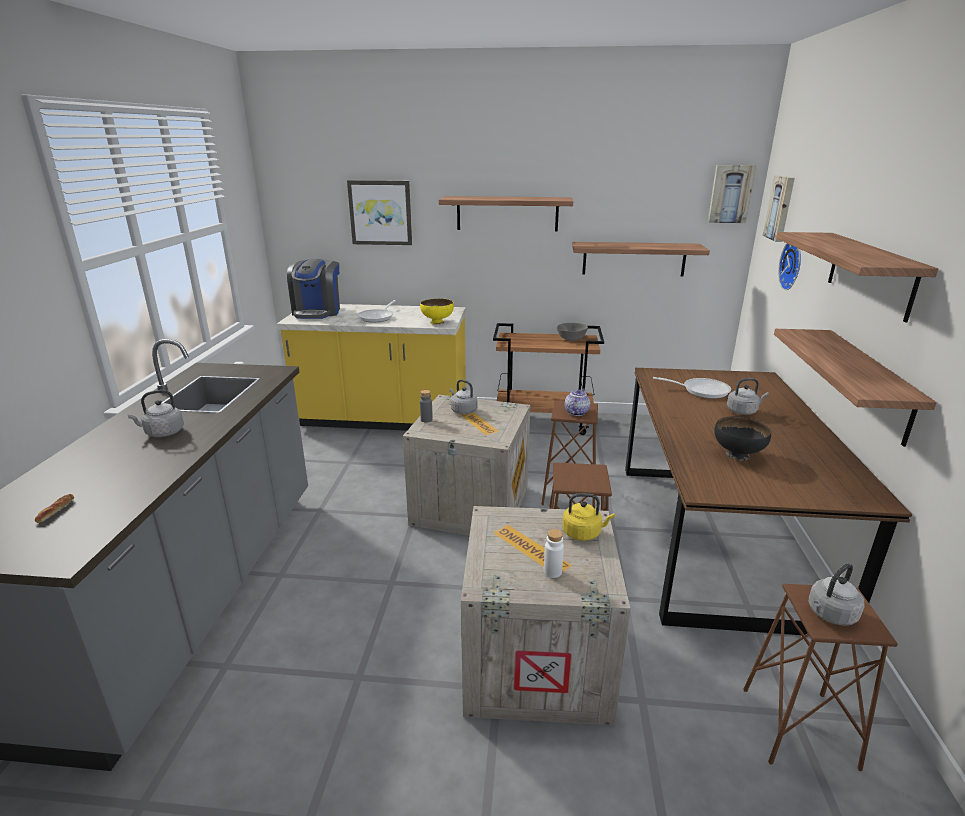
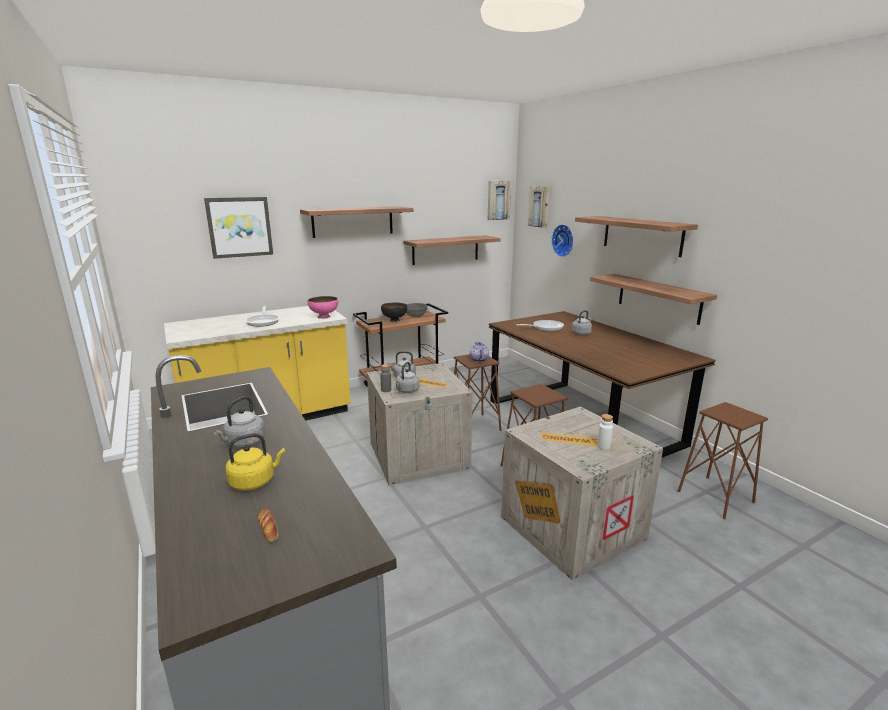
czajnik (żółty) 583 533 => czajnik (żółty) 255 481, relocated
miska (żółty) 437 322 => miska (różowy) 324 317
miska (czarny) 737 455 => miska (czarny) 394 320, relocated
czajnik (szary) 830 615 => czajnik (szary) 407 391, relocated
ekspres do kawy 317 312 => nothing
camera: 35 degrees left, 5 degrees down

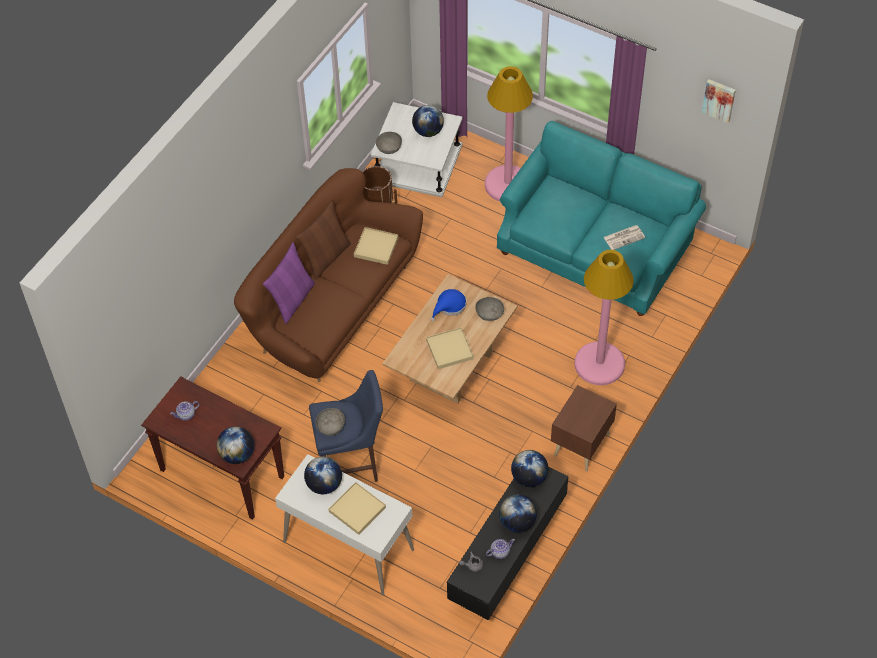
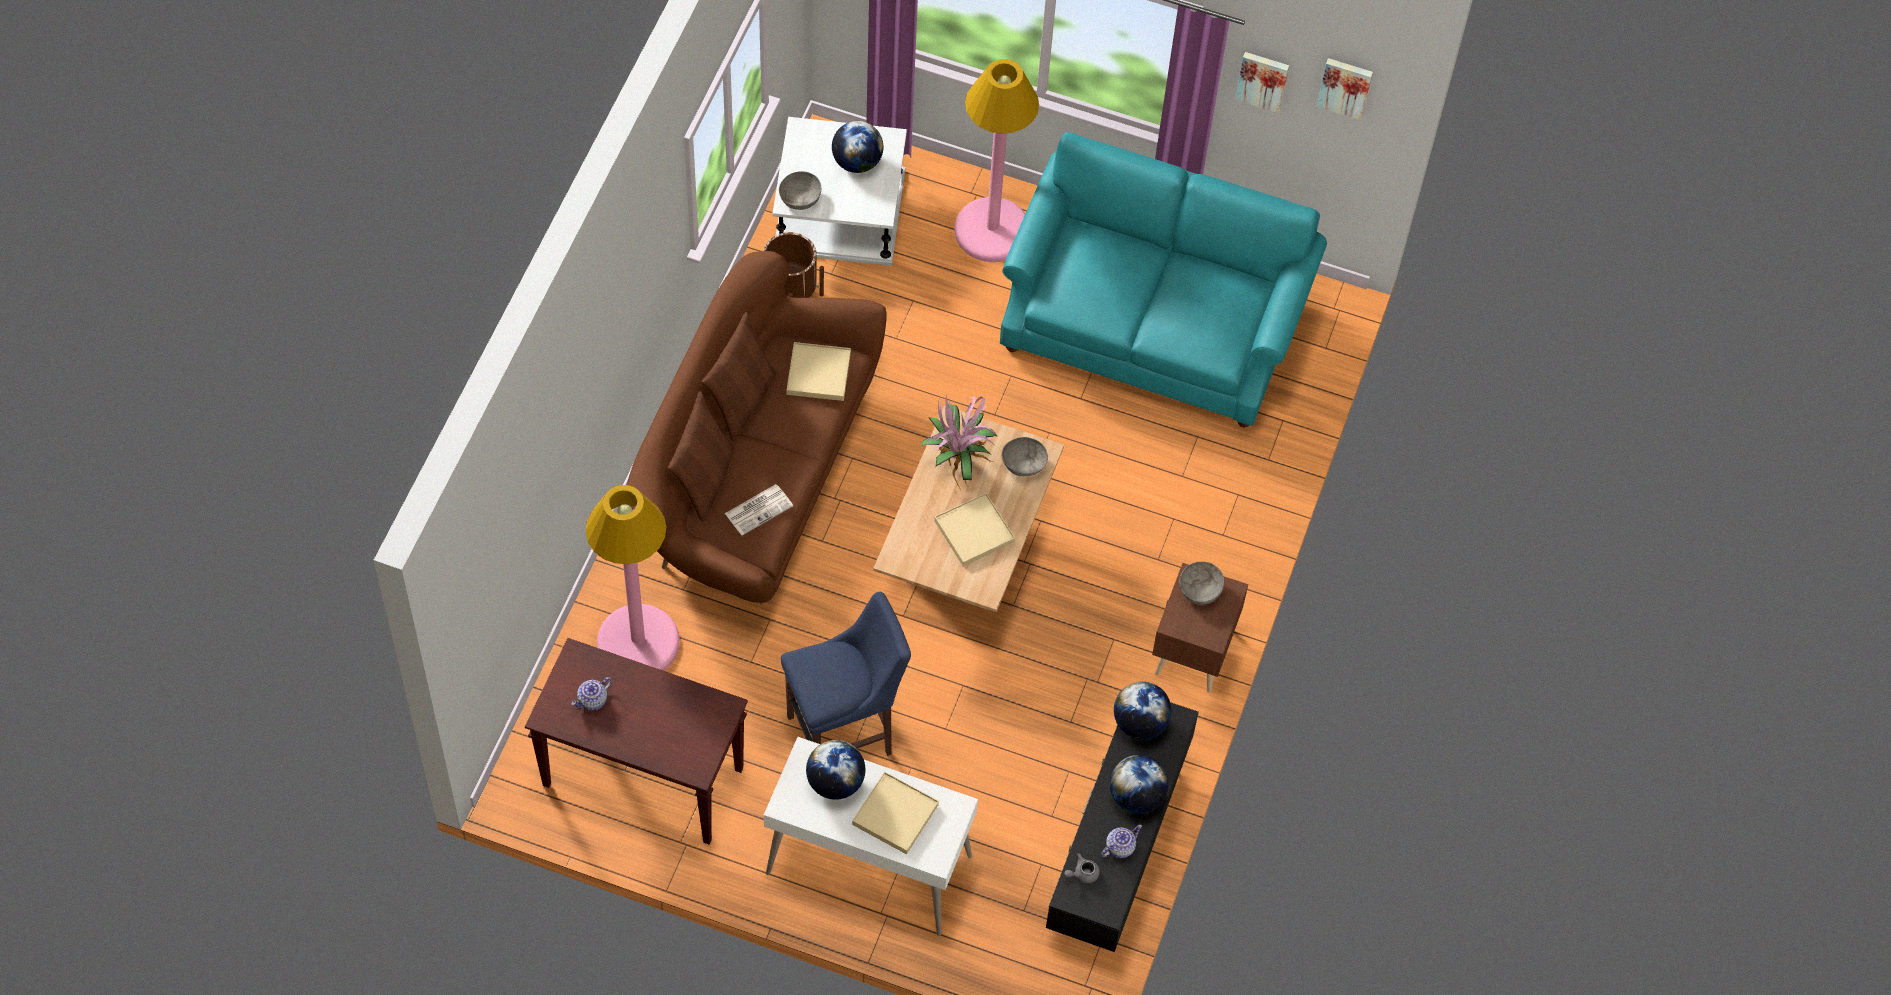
lampa stojąca (różowy) 599 364 => lampa stojąca (różowy) 638 642, relocated
poduszka (fioletowy) 292 300 => poduszka (brązowy) 704 480
gazeta 624 237 => gazeta 759 509, relocated
kapelusz (niebieski) 449 306 => roślina doniczkowa 959 459
miska (szary) 331 426 => miska (szary) 1200 589, relocated
nothing => obraz 1263 80
globus 237 455 => nothing
camera: 15 degrees left, 5 degrees up

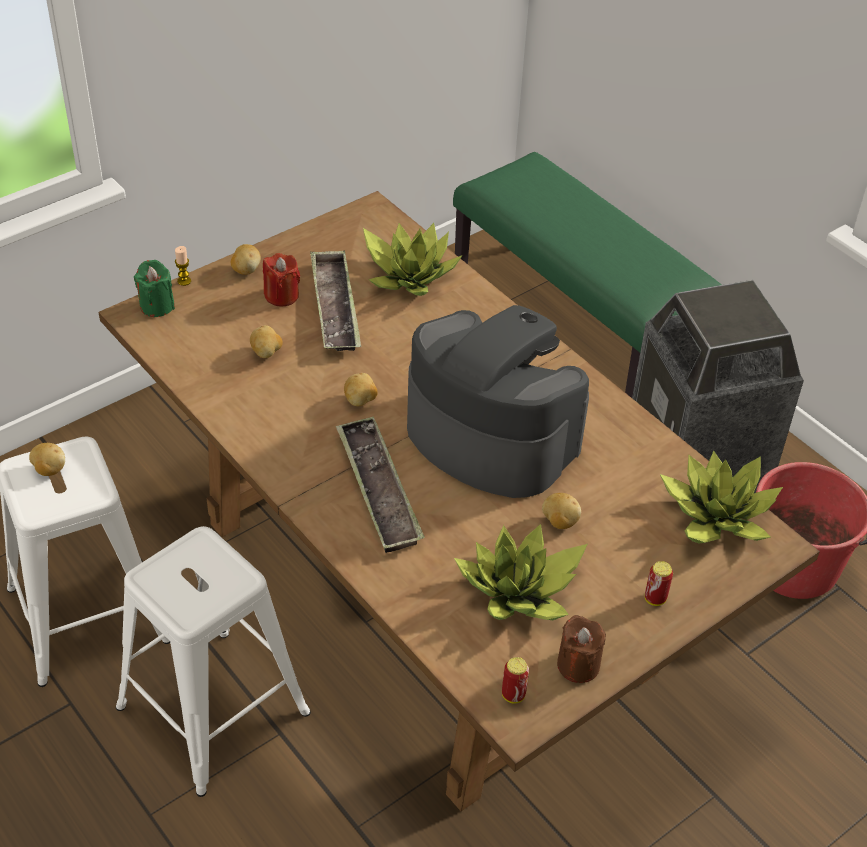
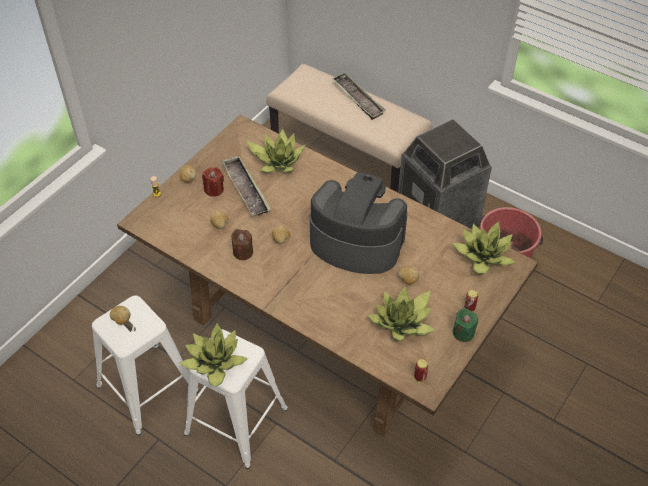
nothing => roślina doniczkowa 215 363
świeca (brązowy) 578 665 => świeca (brązowy) 243 252, relocated
ławka (zielony) 576 323 => ławka (beżowy) 348 154
taca 378 490 => taca 357 99, relocated
świeca (zielony) 157 306 => świeca (zielony) 463 333, relocated
camera: 15 degrees left, 5 degrees up

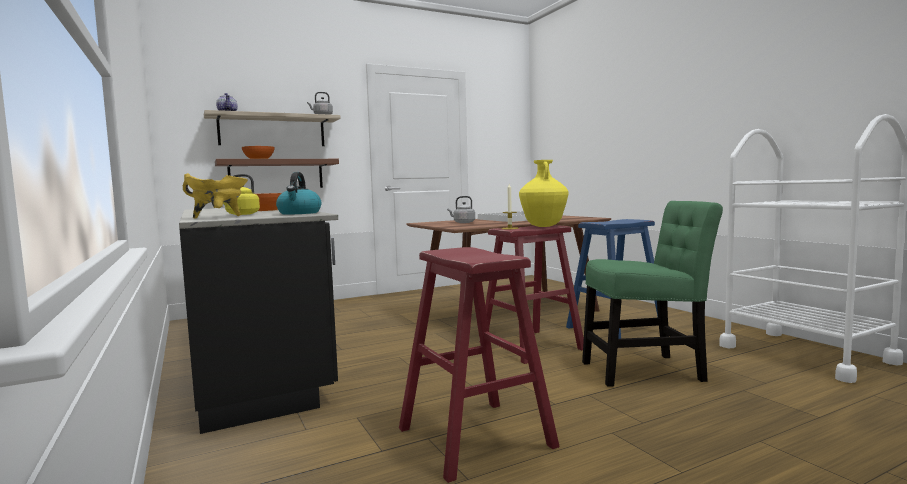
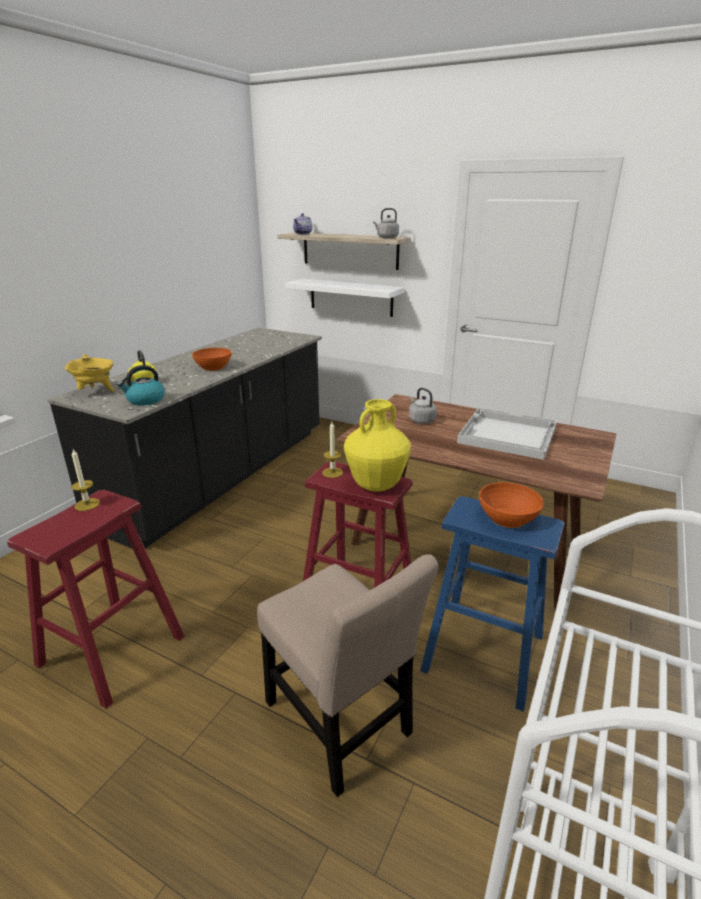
nothing => świeca 87 504
krzesło (zielony) 647 370 => krzesło (beżowy) 341 724
półka (brązowy) 276 174 => półka (biały) 351 297
miska (pomarańczowy) 259 159 => miska (pomarańczowy) 508 518, relocated
camera: 55 degrees right, 20 degrees up

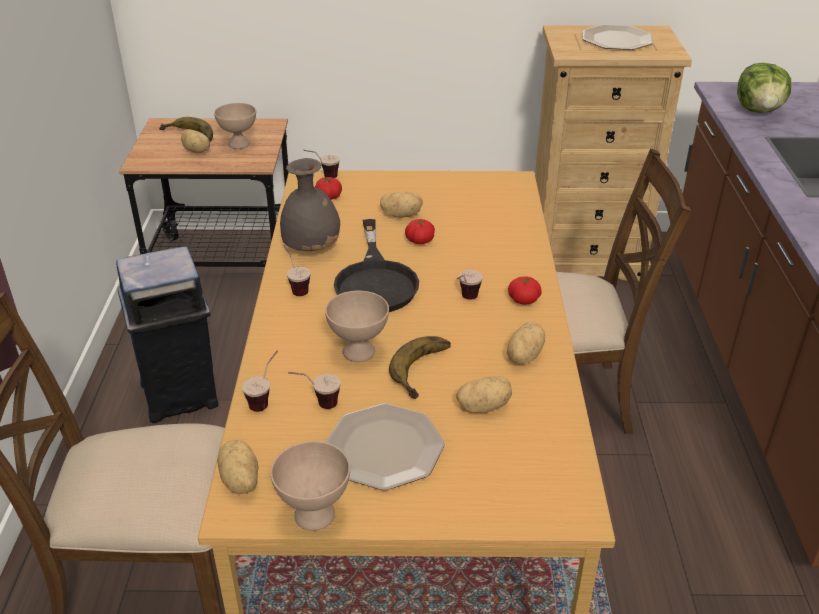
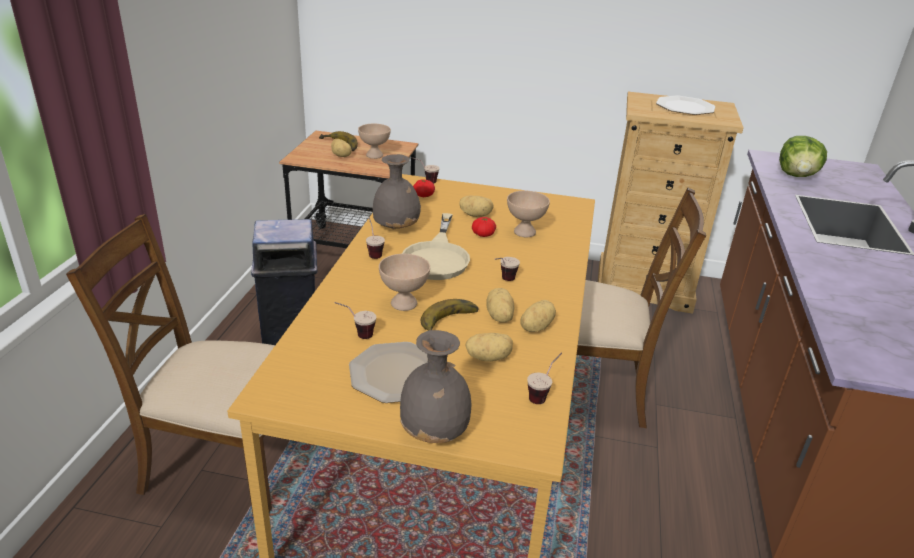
nothing => wazon (szary) 435 433
patelnia (czarny) 376 280 => patelnia (beżowy) 437 256
ziemniak 239 481 => ziemniak 498 317, relocated
miska (beżowy) 315 516 => miska (beżowy) 525 232, relocated
filiżanka 265 399 => filiżanka 543 394, relocated
pomidor 523 300 => nothing
camera: 10 degrees right, 5 degrees down

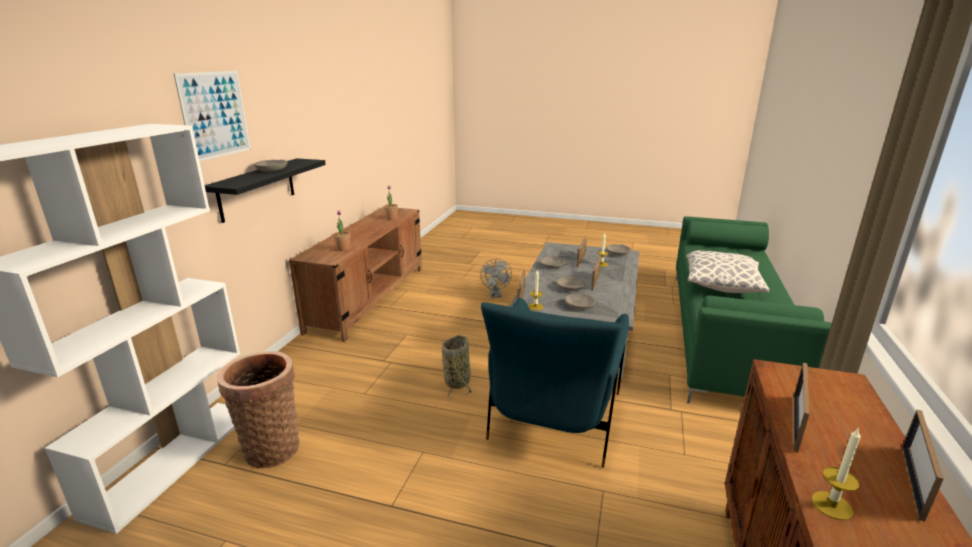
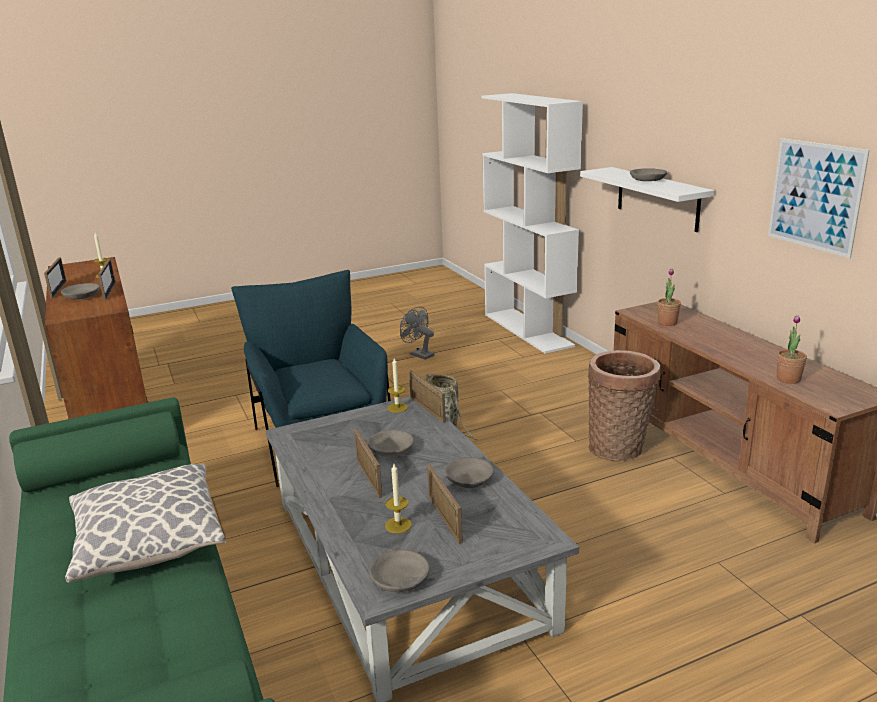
miska (szary) 579 305 => miska (szary) 82 296, relocated
wentylator (szary) 495 295 => wentylator (szary) 418 354, relocated
półka (czarny) 257 189 => półka (biały) 657 198
koszyk 271 447 => koszyk 619 448, relocated
obraz 215 115 => obraz 815 196, relocated
camera: 140 degrees right, 0 degrees up

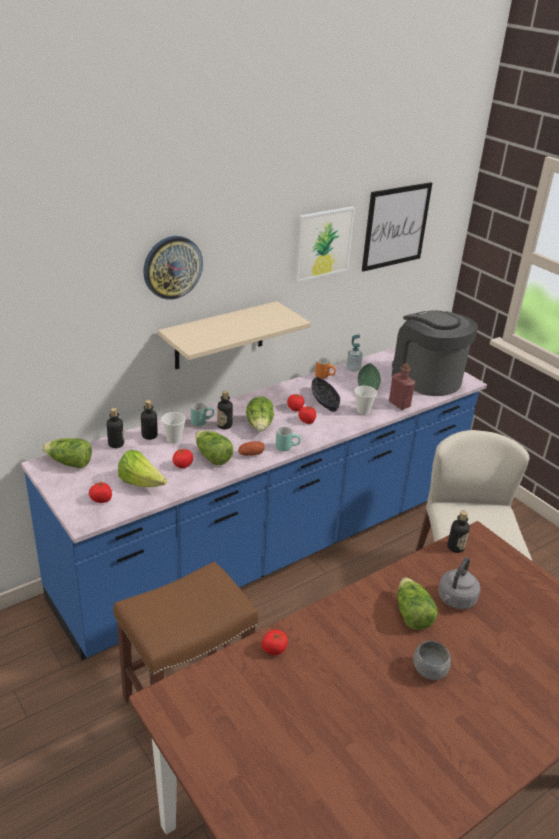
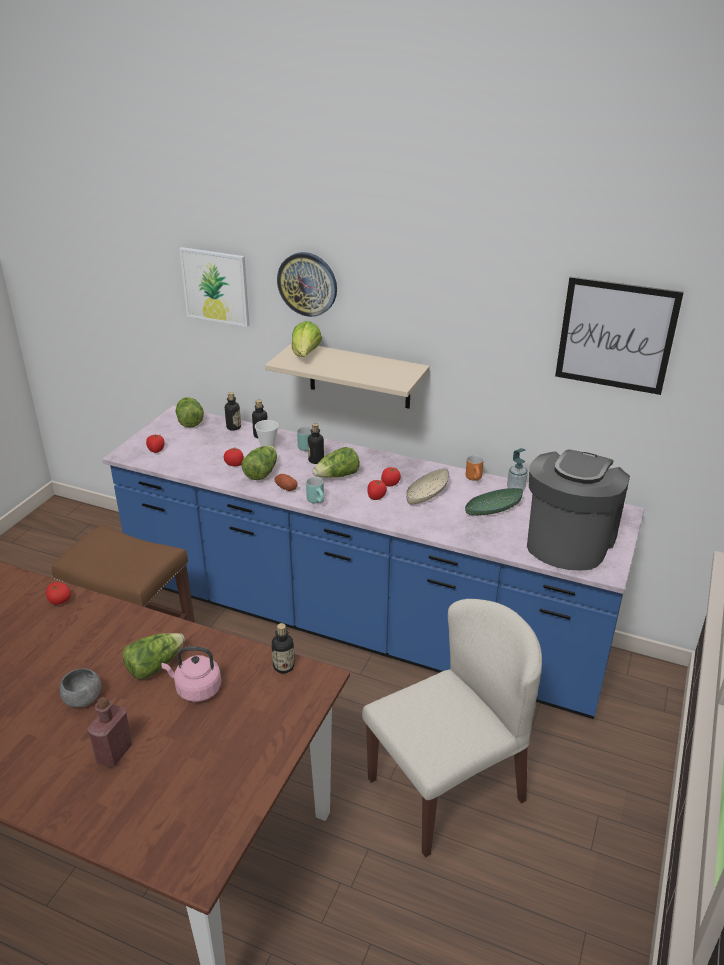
butelka (czerwony) 399 404 => butelka (czerwony) 114 753, relocated
czajnik (szary) 455 600 => czajnik (różowy) 196 689
obraz 323 243 => obraz 216 286, relocated
sałata 141 483 => sałata 305 355, relocated
miska (czarny) 325 401 => miska (beżowy) 427 494
filiżanka 363 411 => nothing
camera: 60 degrees right, 0 degrees up

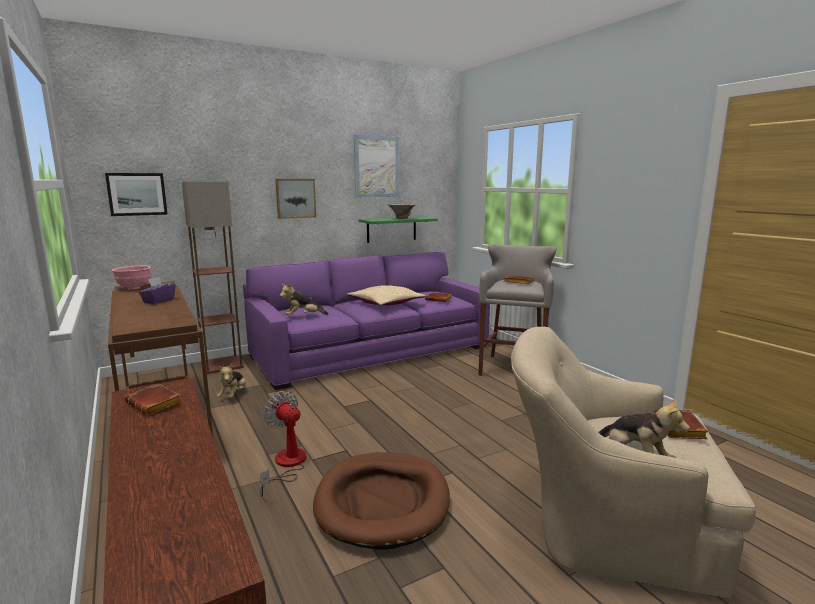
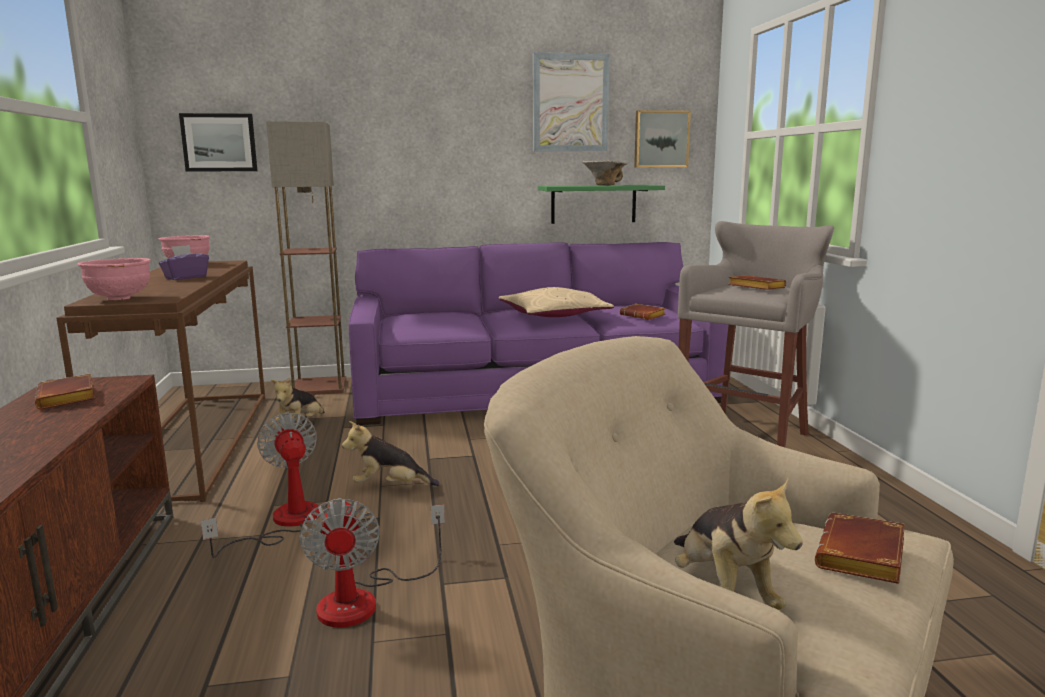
nothing => miska (różowy) 120 298
legowisko (brązowy) 382 502 => wentylator 365 599
pluszak 303 317 => pluszak 390 486, relocated
obraz 295 198 => obraz 661 139, relocated
camera: 20 degrees right, 0 degrees up

